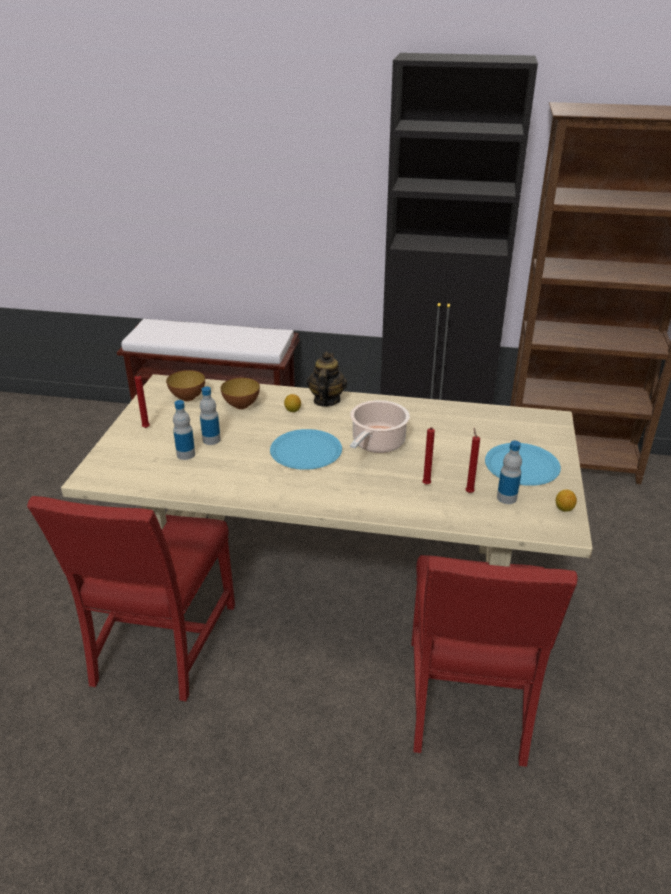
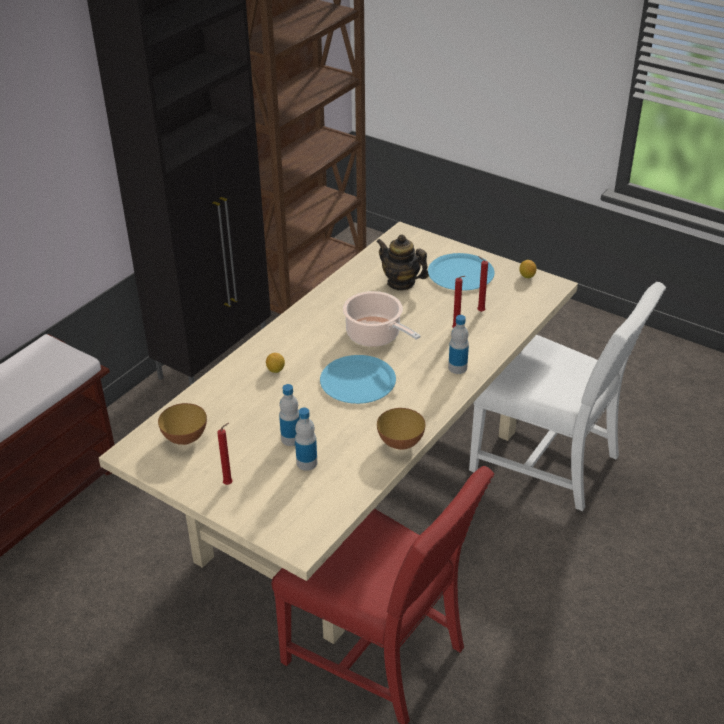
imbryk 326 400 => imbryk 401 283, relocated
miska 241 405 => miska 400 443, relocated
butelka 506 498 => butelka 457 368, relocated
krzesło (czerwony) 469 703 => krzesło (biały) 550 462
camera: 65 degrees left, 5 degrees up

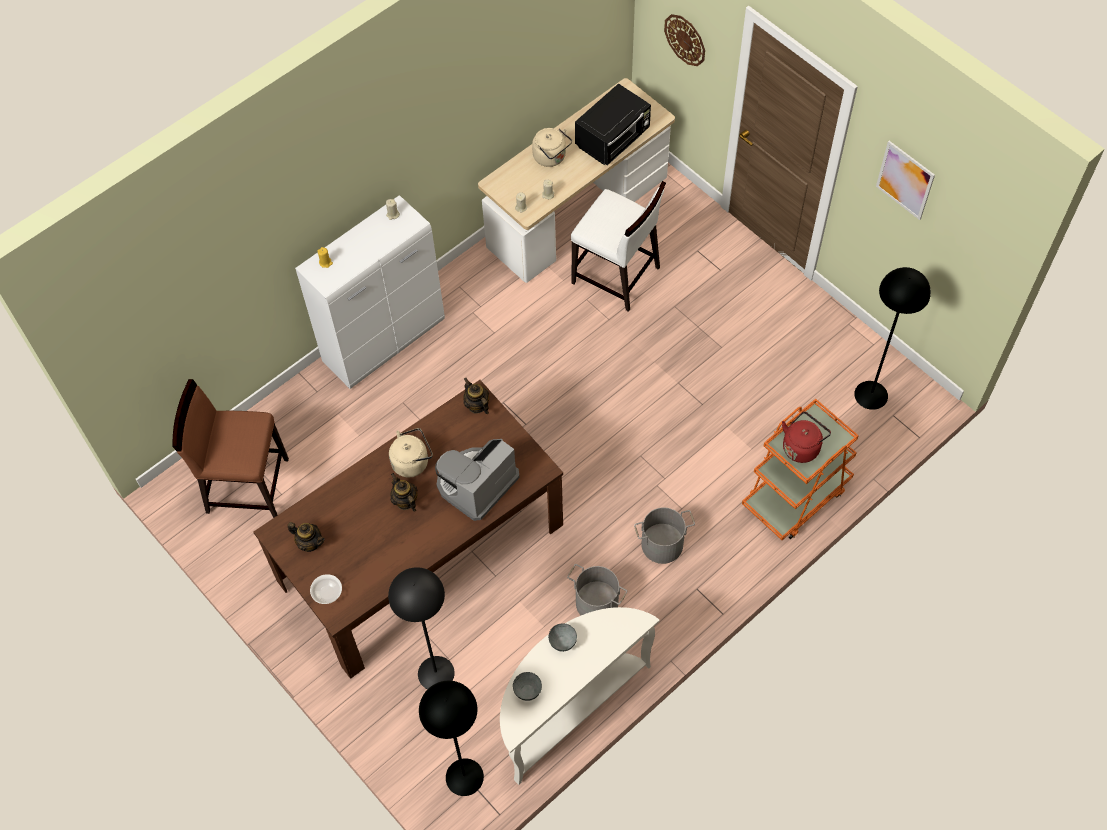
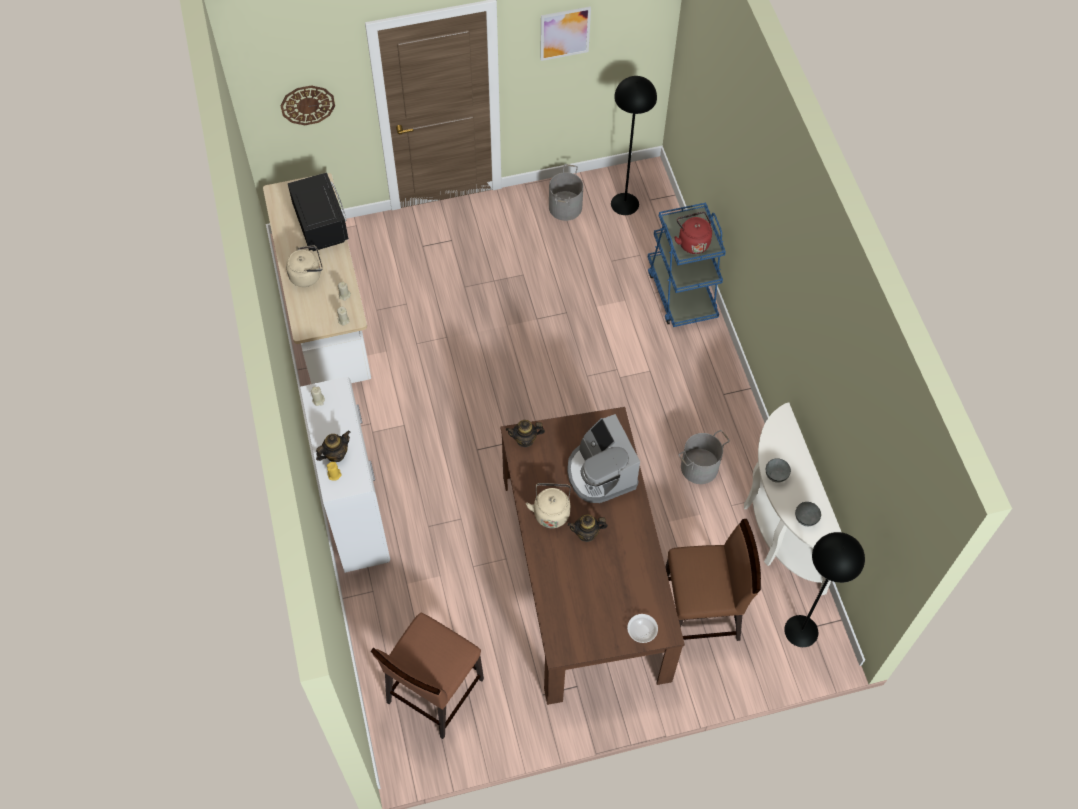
imbryk 310 543 => imbryk 335 454, relocated
wiadro (szary) 662 545 => wiadro (szary) 565 207, relocated
wózek (pomarańczowy) 795 496 => wózek (niebieski) 681 293
lampa stojąca (czarny) 436 673 => krzesło (brązowy) 701 613
krzesło (biały) 616 276 => nothing
camera: 65 degrees left, 0 degrees up

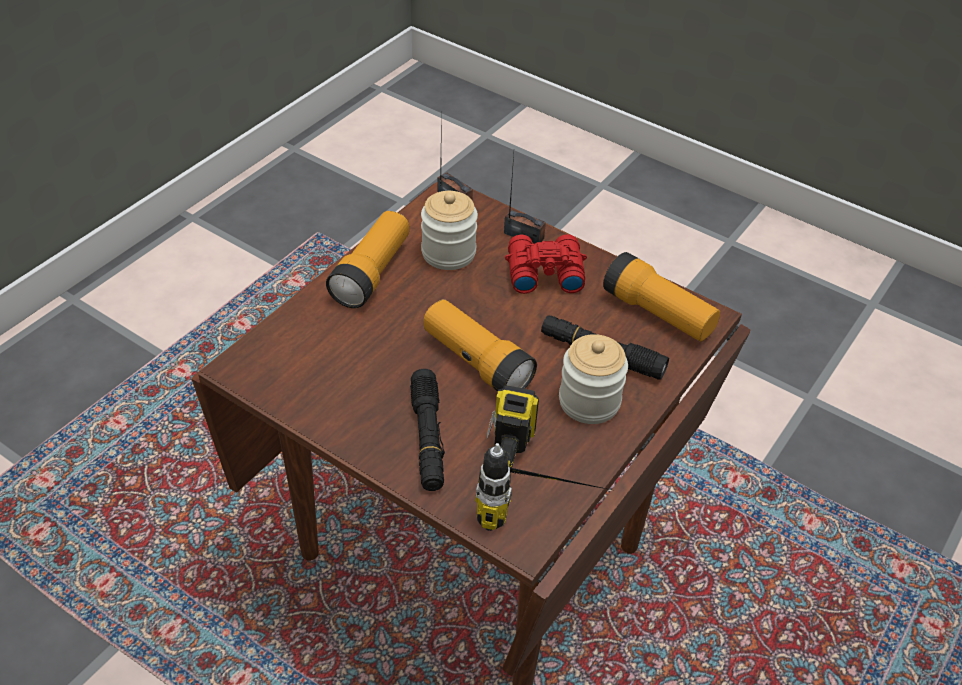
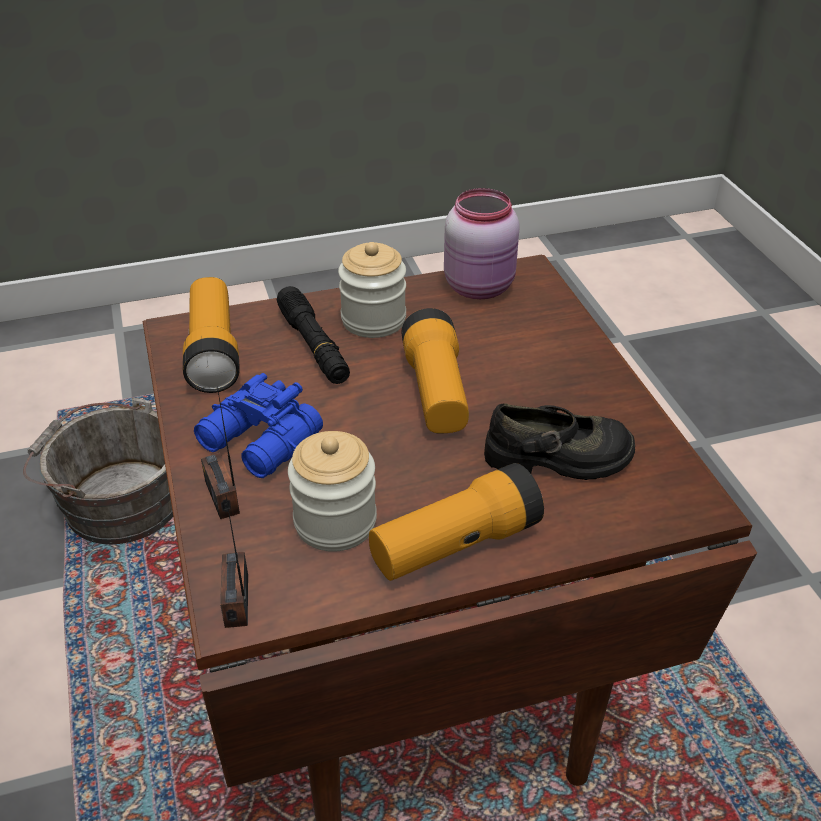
nothing => wiadro (szary) 117 501
lornetka (czerwony) 543 272 => lornetka (niebieski) 260 443
wiertarka 545 491 => słoik (różowy) 481 287
nothing => but (czarny) 558 458
latarka (czarny) 427 437 => nothing
camera: 140 degrees left, 5 degrees down

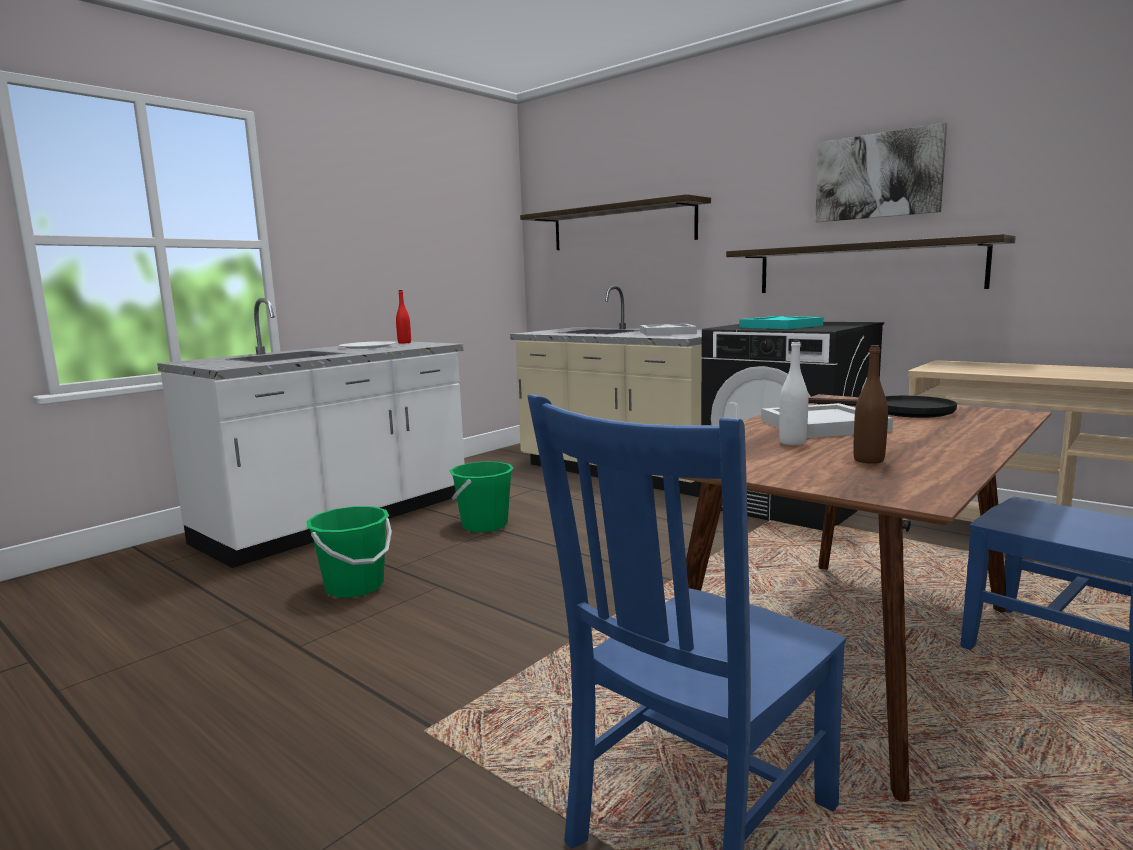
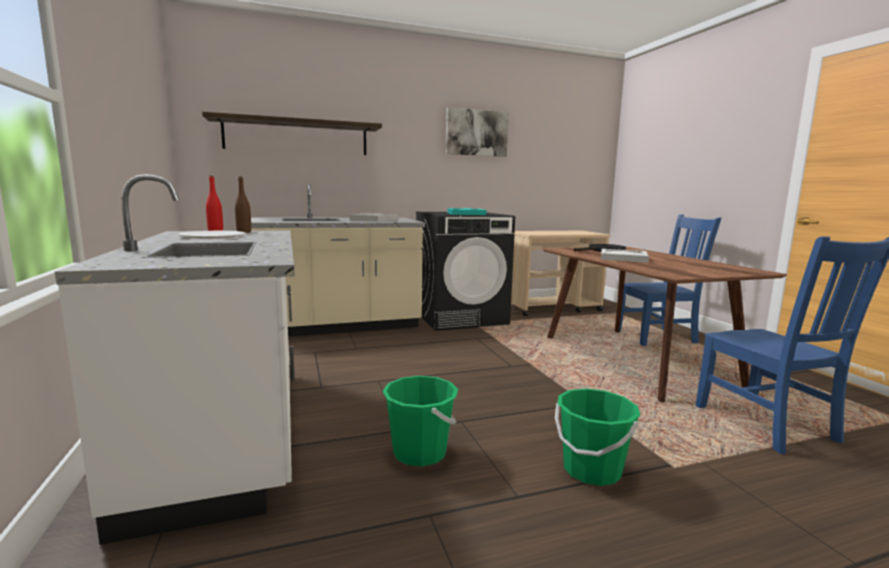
butelka (brązowy) 868 460 => butelka (brązowy) 244 232, relocated
wiadro (zielony) 484 525 => wiadro (zielony) 591 470, relocated
półka 865 268 => nothing
butelka (biały) 792 442 => nothing
camera: 60 degrees left, 0 degrees up

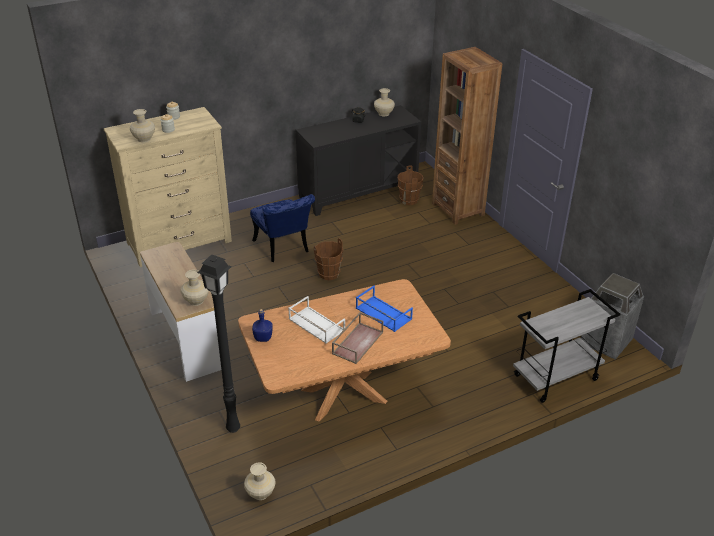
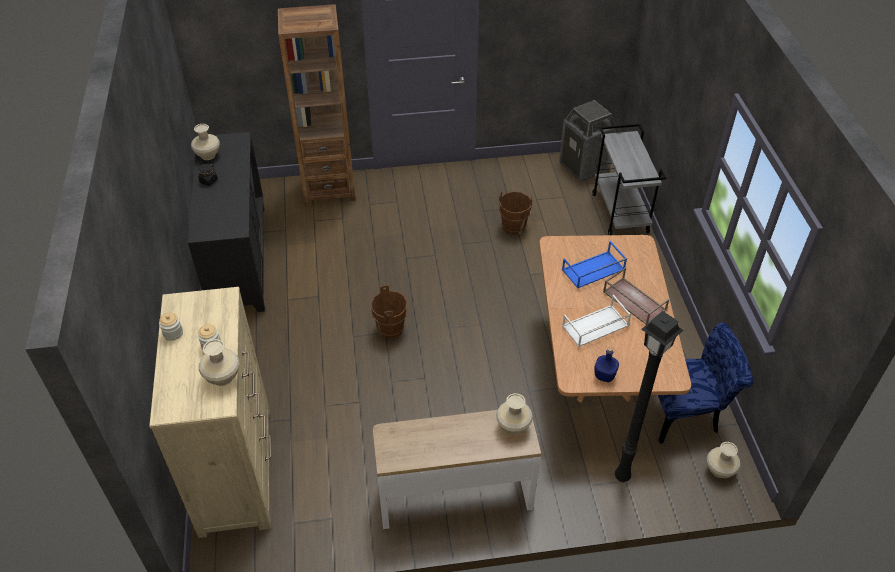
wiadro (brązowy) 408 200 => wiadro (brązowy) 513 227, relocated
krzesło (niebieski) 283 249 => krzesło (niebieski) 687 413, relocated
camera: 70 degrees left, 10 degrees up

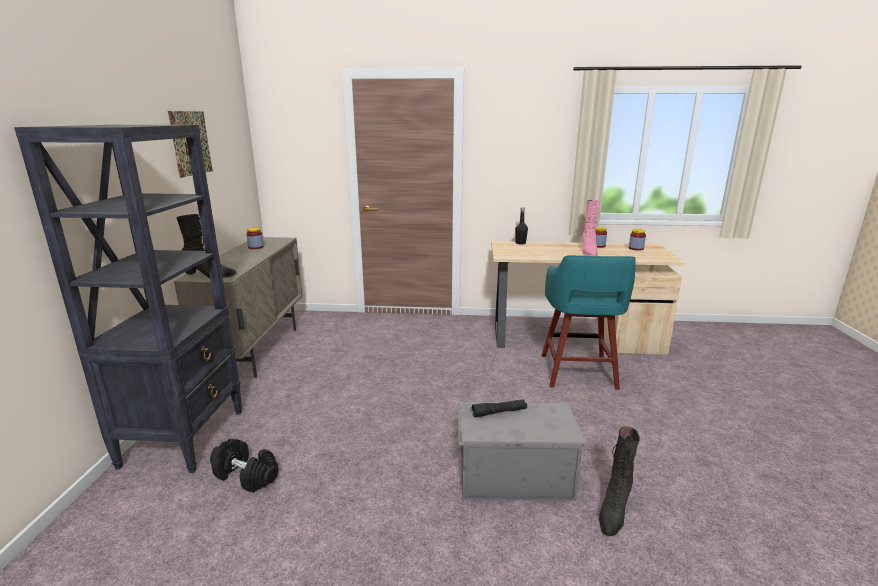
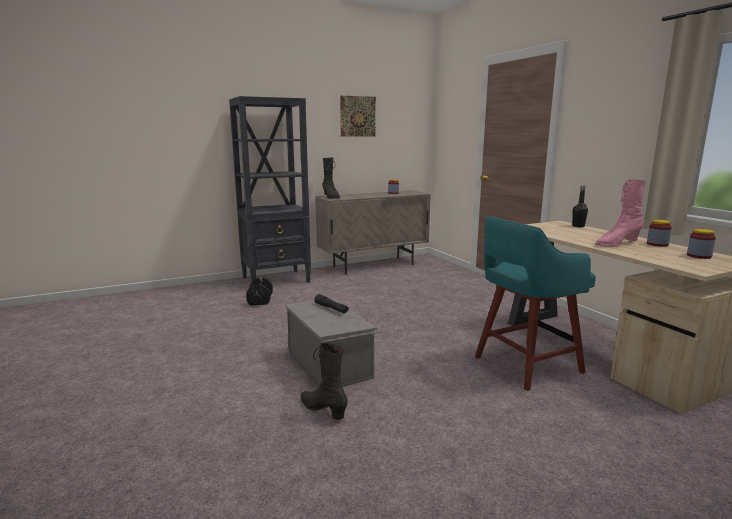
but z cholewką (czarny) 613 511 => but z cholewką (czarny) 323 410, 45 degrees clockwise
camera: 60 degrees right, 5 degrees down

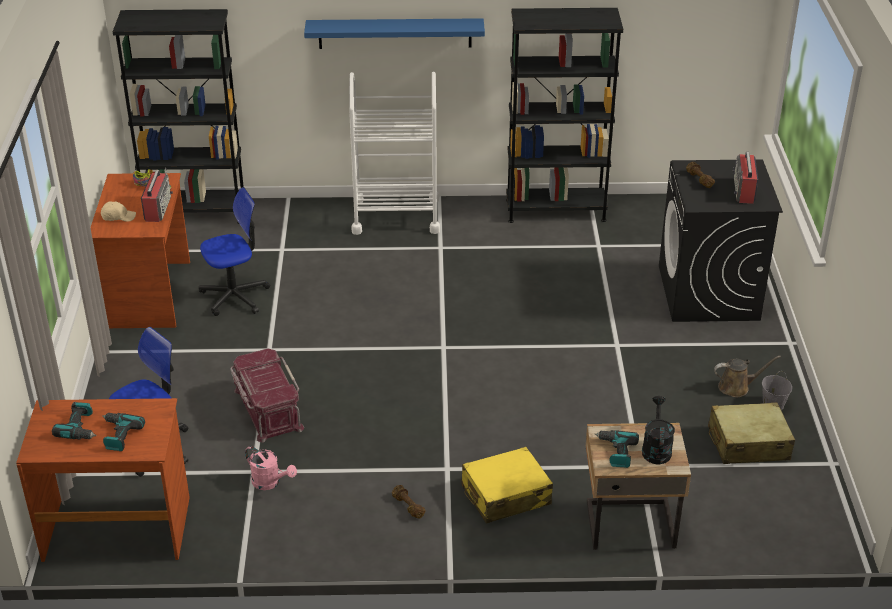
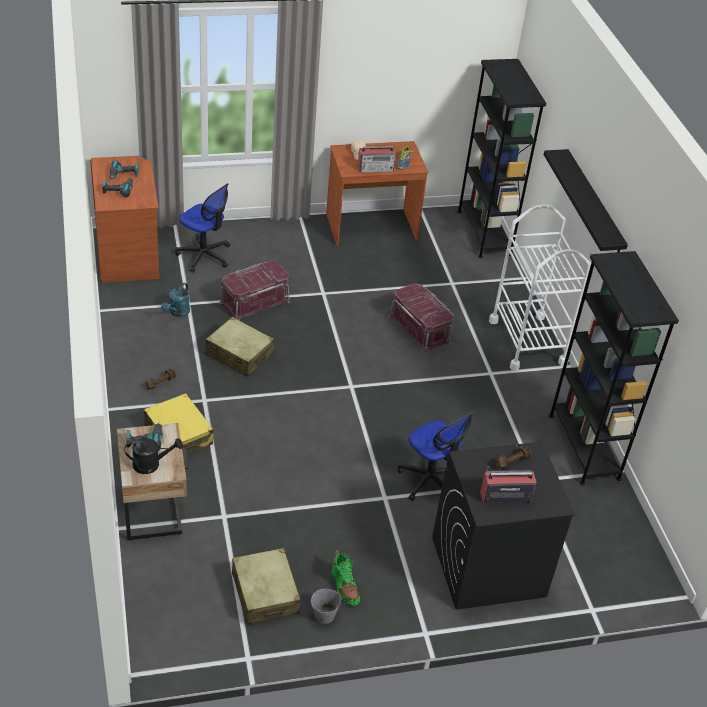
konewka (różowy) 270 482 => konewka (turkusowy) 177 313
nothing => walizka (beżowy) 239 354
konewka (brązowy) 737 387 => but z cholewką (zielony) 344 587
nothing => pojemnik do przechowywania (czerwony) 420 328
krzesło biurowe 235 296 => krzesło biurowe 430 480, relocated
półka (niebieski) 395 33 => półka (czarny) 593 206
camera: 75 degrees right, 5 degrees up

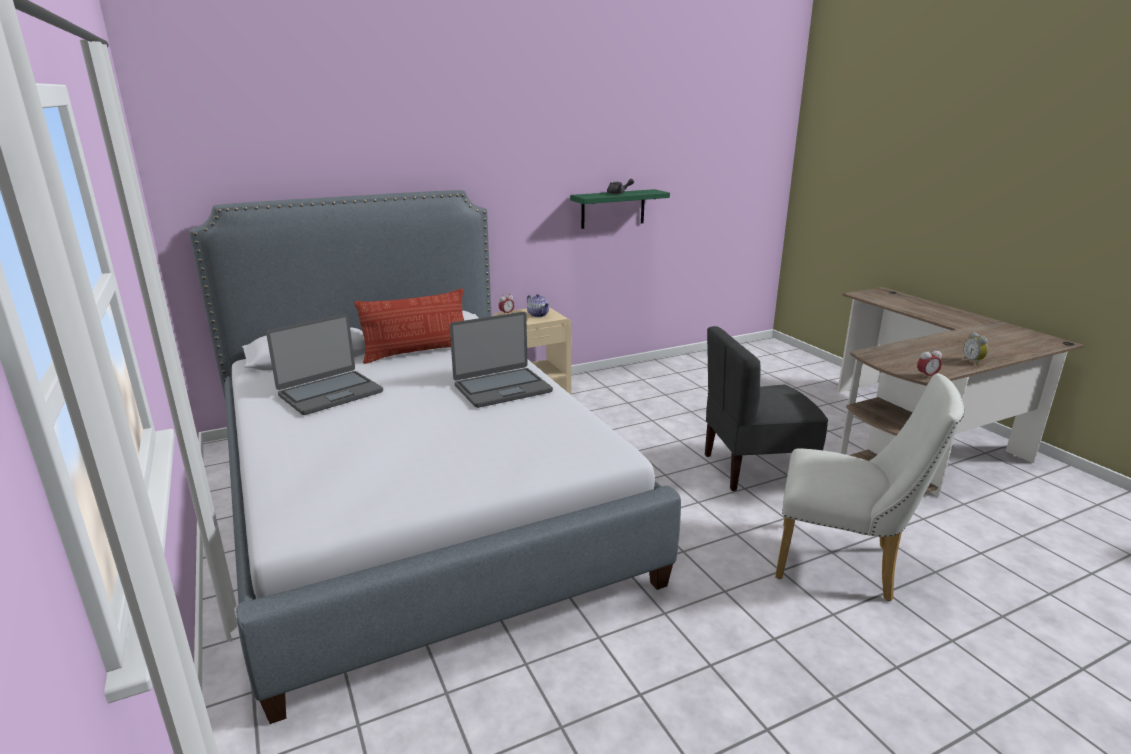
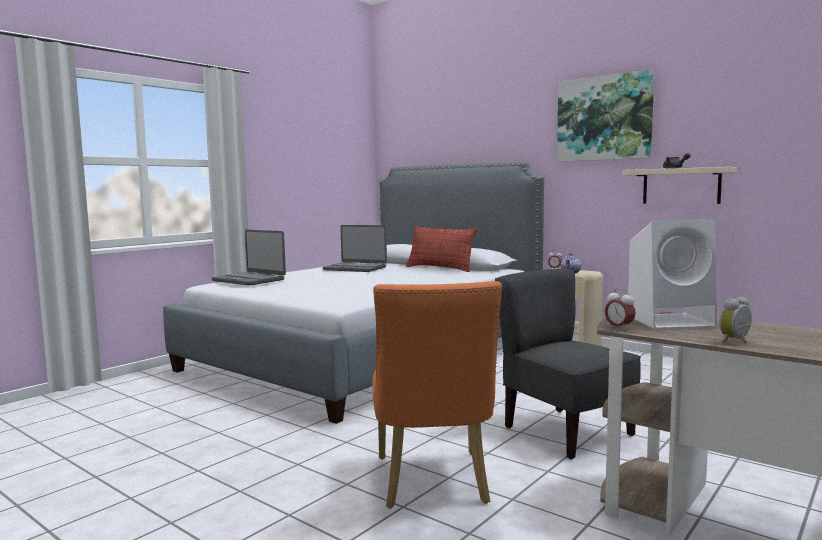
laptop 502 388 => laptop 249 280, relocated
krzesło (biały) 844 564 => krzesło (pomarańczowy) 433 484
nothing => obraz 604 118
półka (zielony) 613 209 => półka (beżowy) 681 186
nothing => głośnik (biały) 672 321
camera: 65 degrees right, 15 degrees down

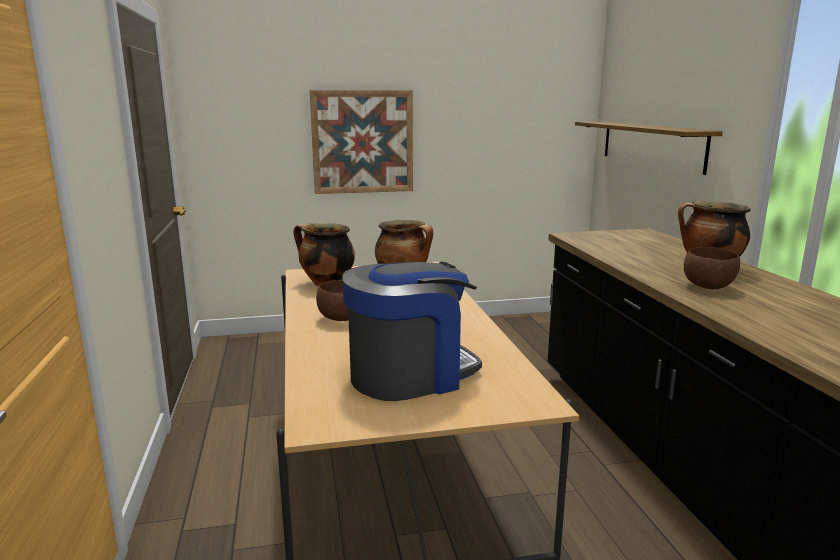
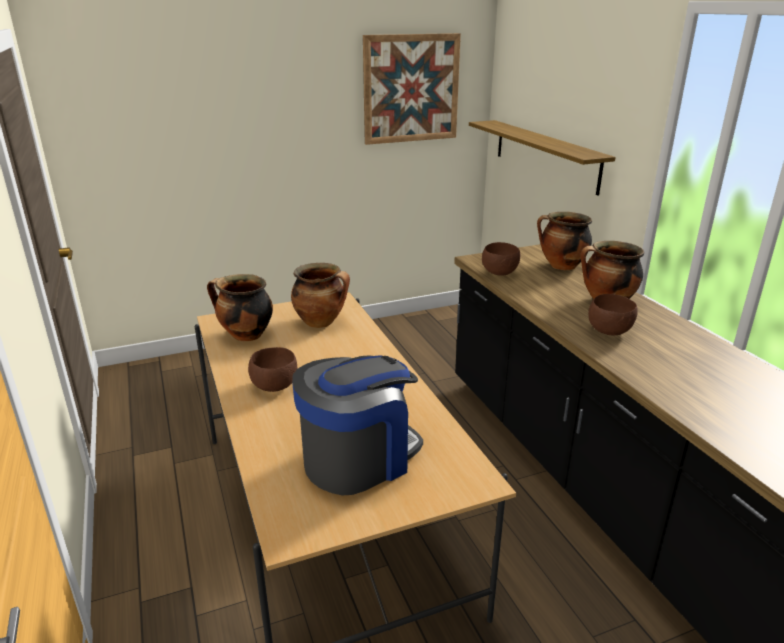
obraz 362 142 => obraz 411 89, relocated
nothing => miska (brązowy) 500 273
nothing => garnek 561 266
camera: 10 degrees left, 10 degrees up

